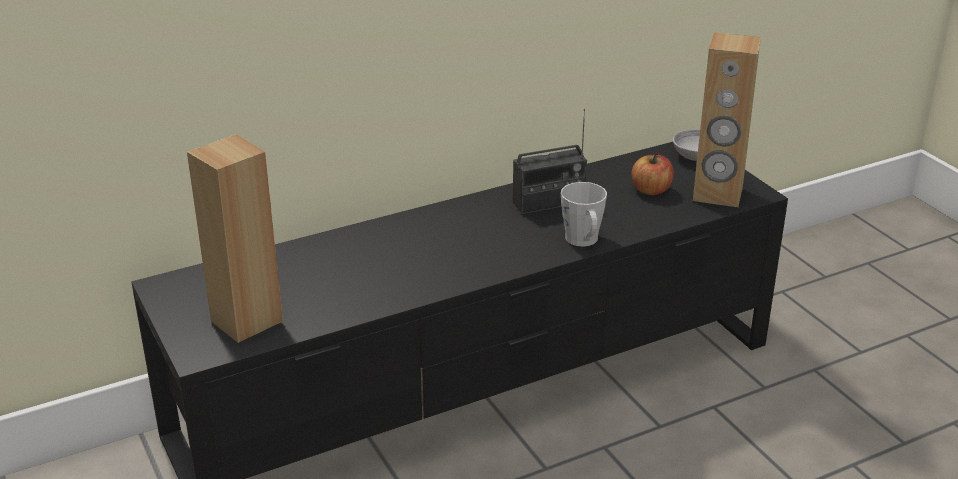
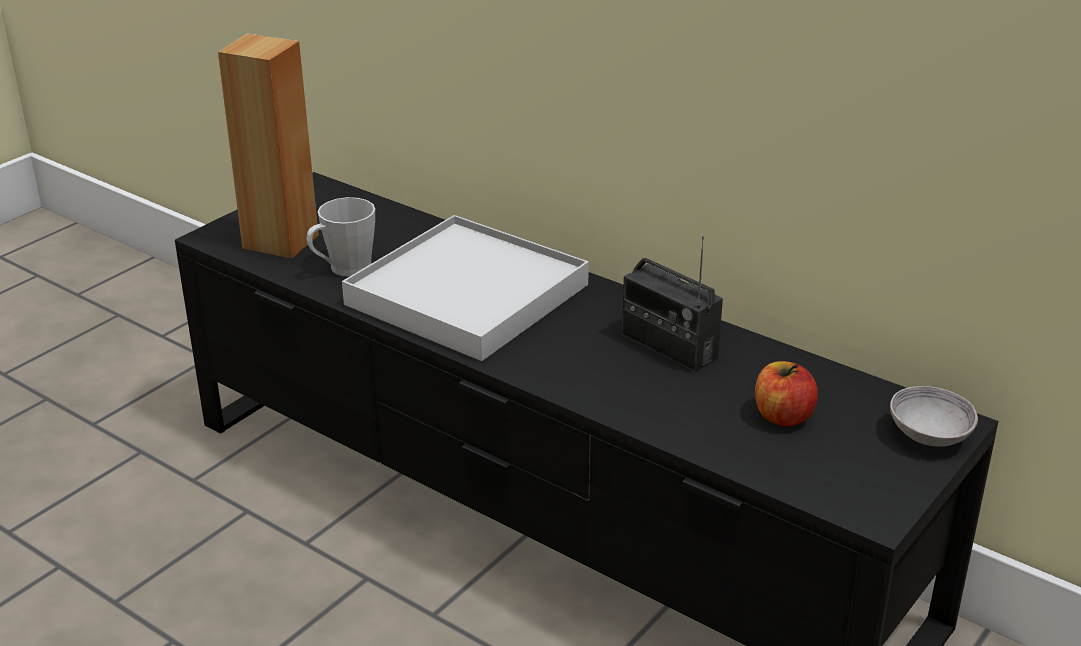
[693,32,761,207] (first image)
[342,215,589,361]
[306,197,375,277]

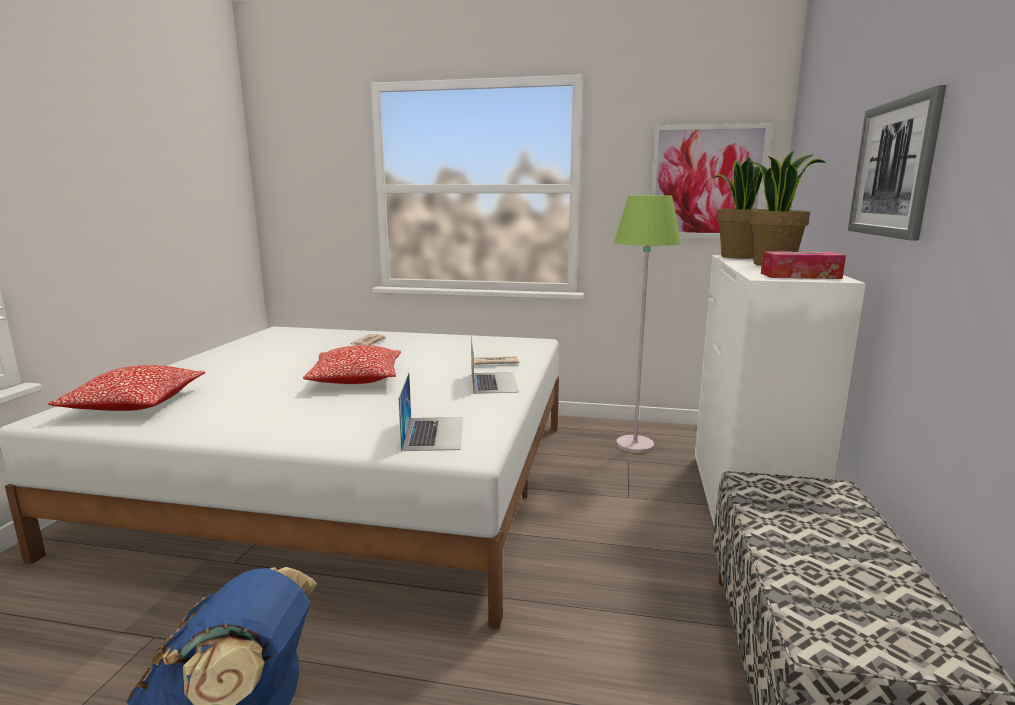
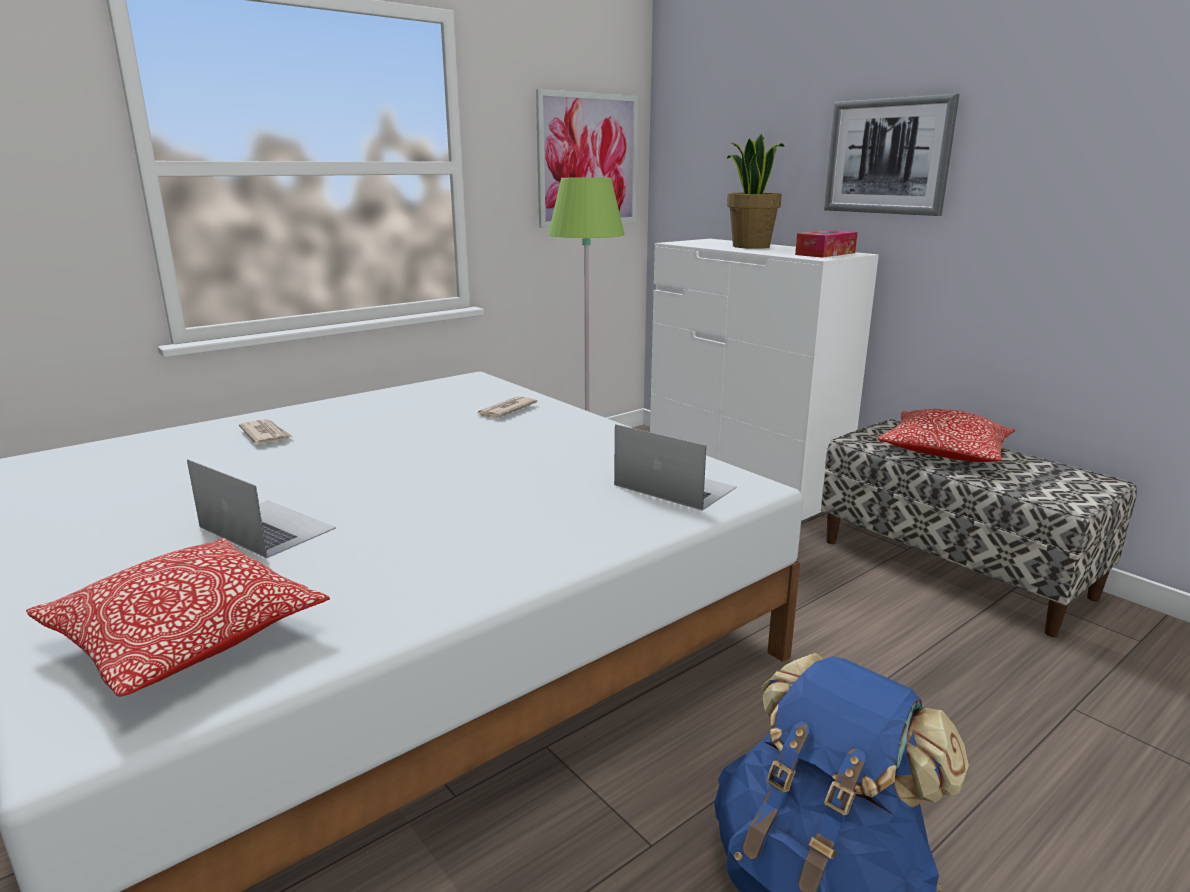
[713,156,768,259] (first image)
[877,409,1015,462]
[187,459,336,558]

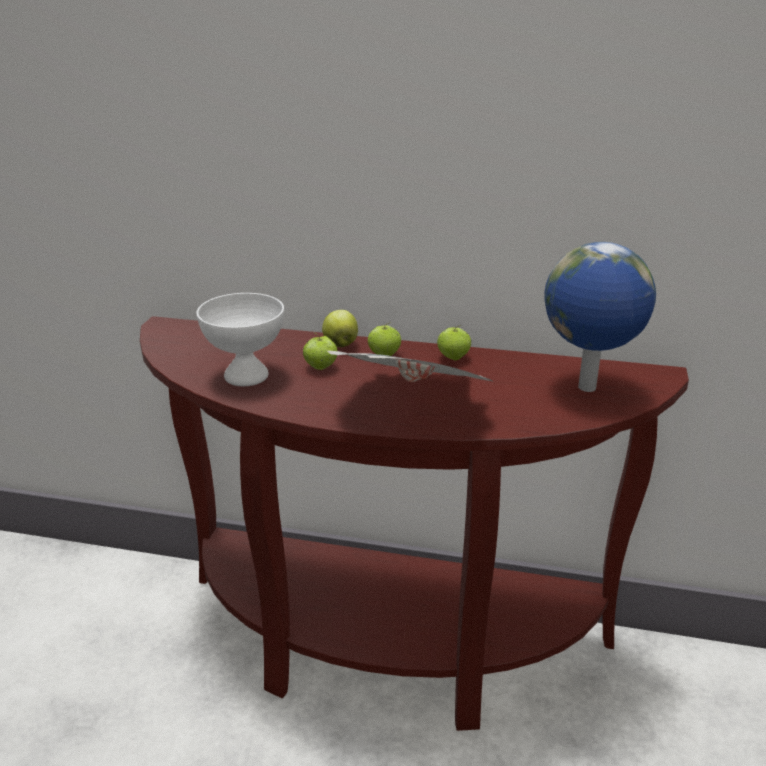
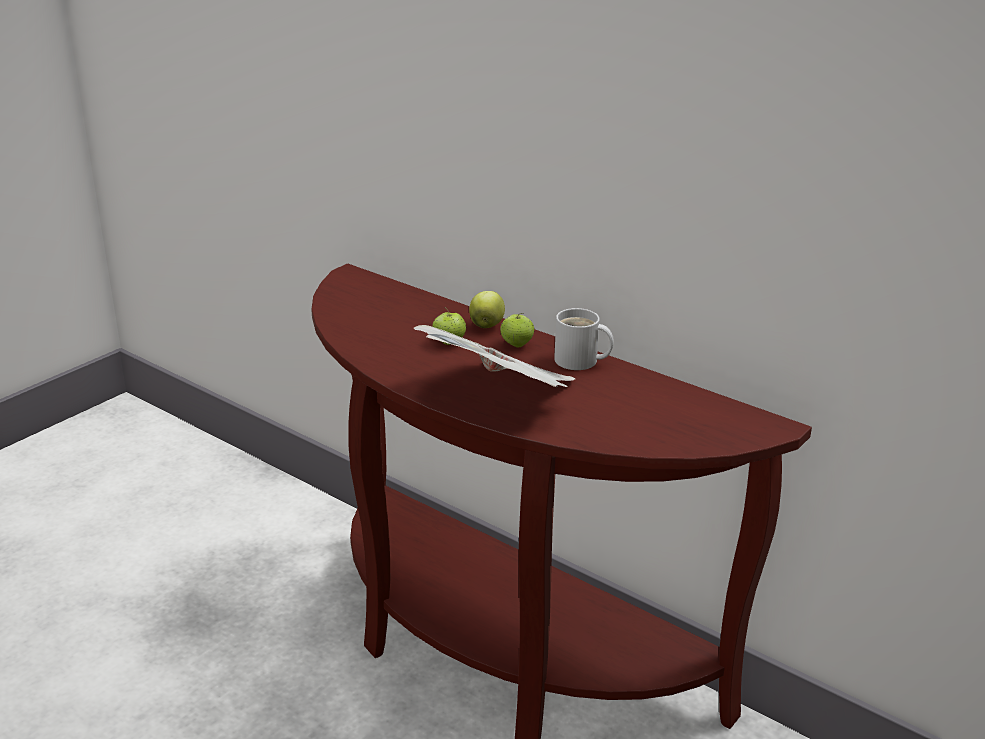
[196,293,284,386] (first image)
[544,242,656,392] (first image)
[554,308,614,370]

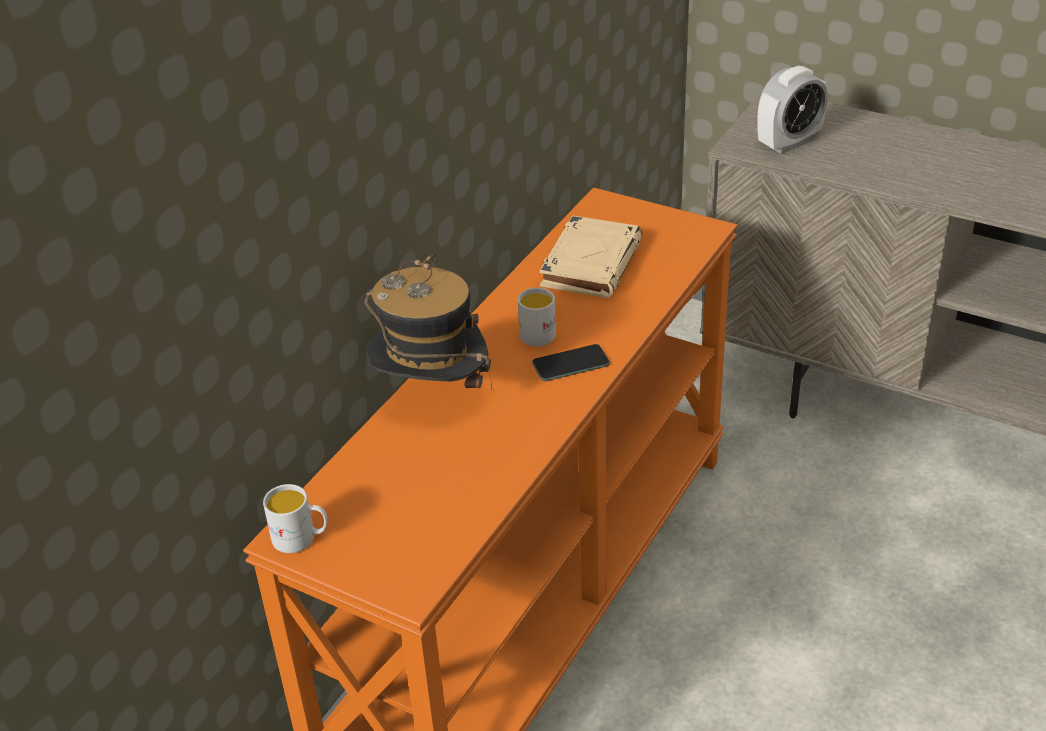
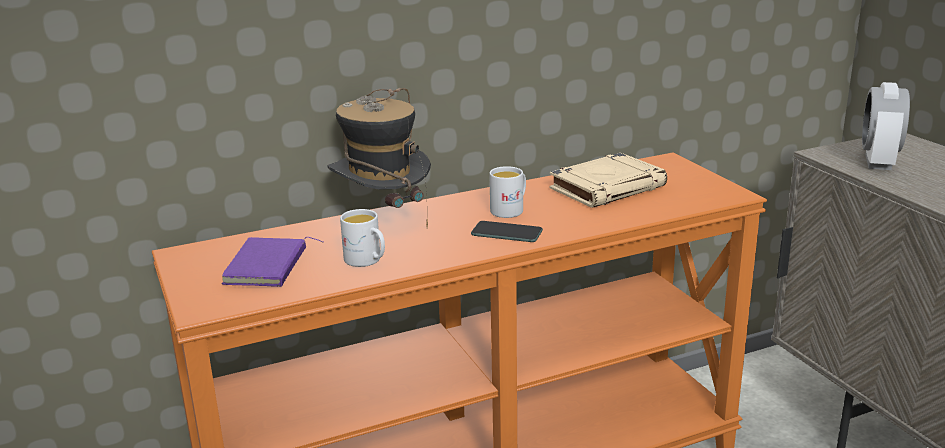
[222,237,323,287]
[340,209,385,267]
[862,82,910,170]

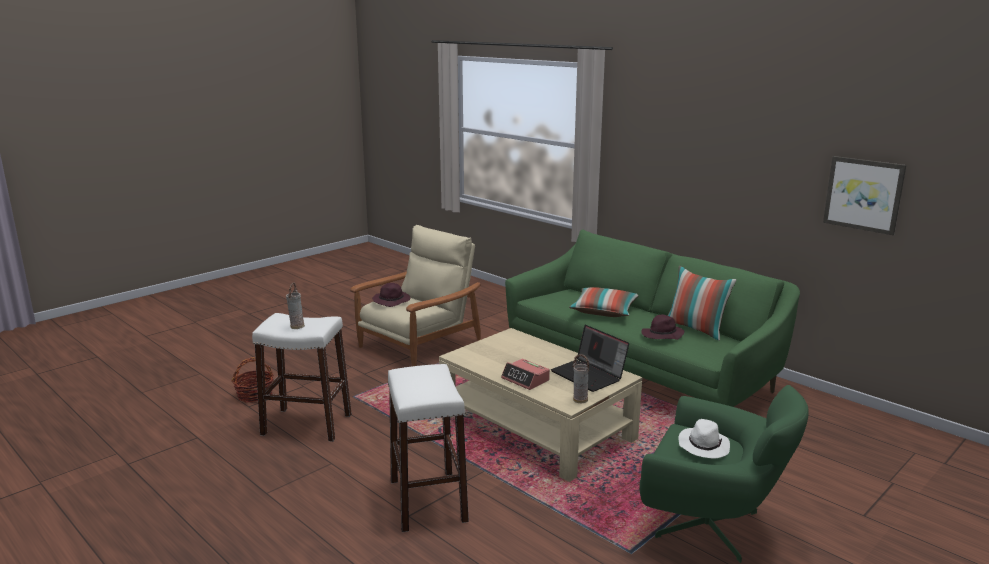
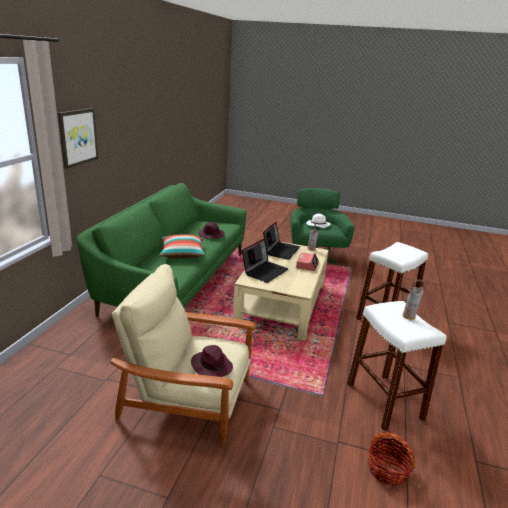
[667,266,737,341] (first image)
[242,238,289,283]
[58,108,98,169]

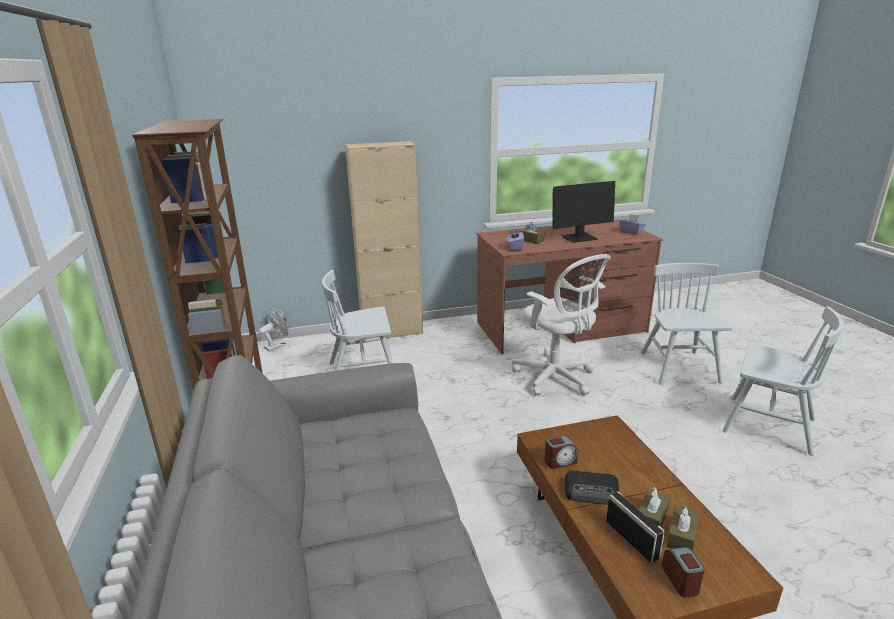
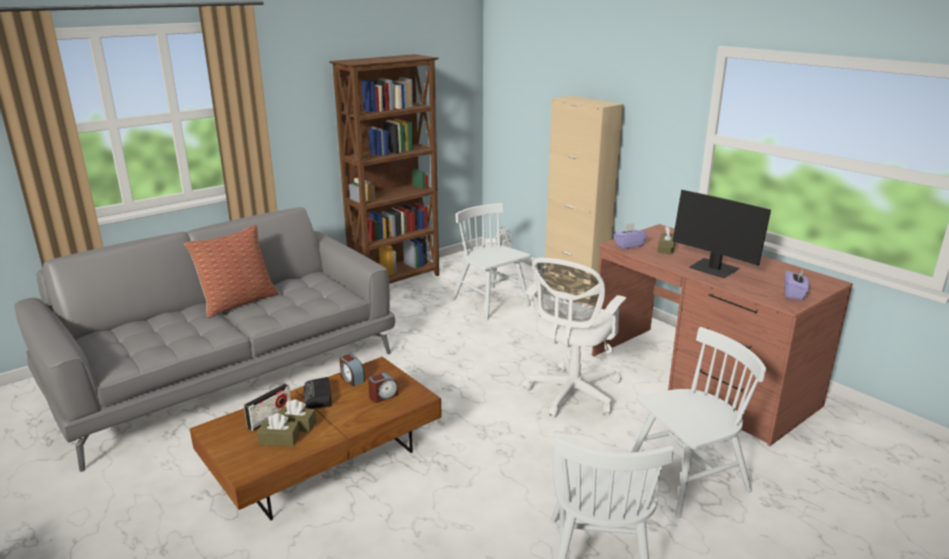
[184,225,278,318]
[368,373,398,403]

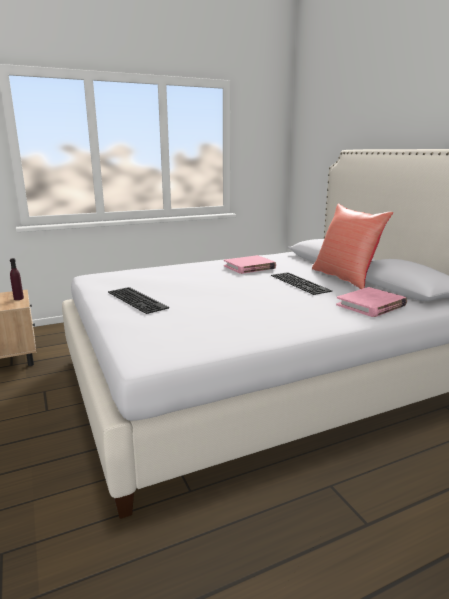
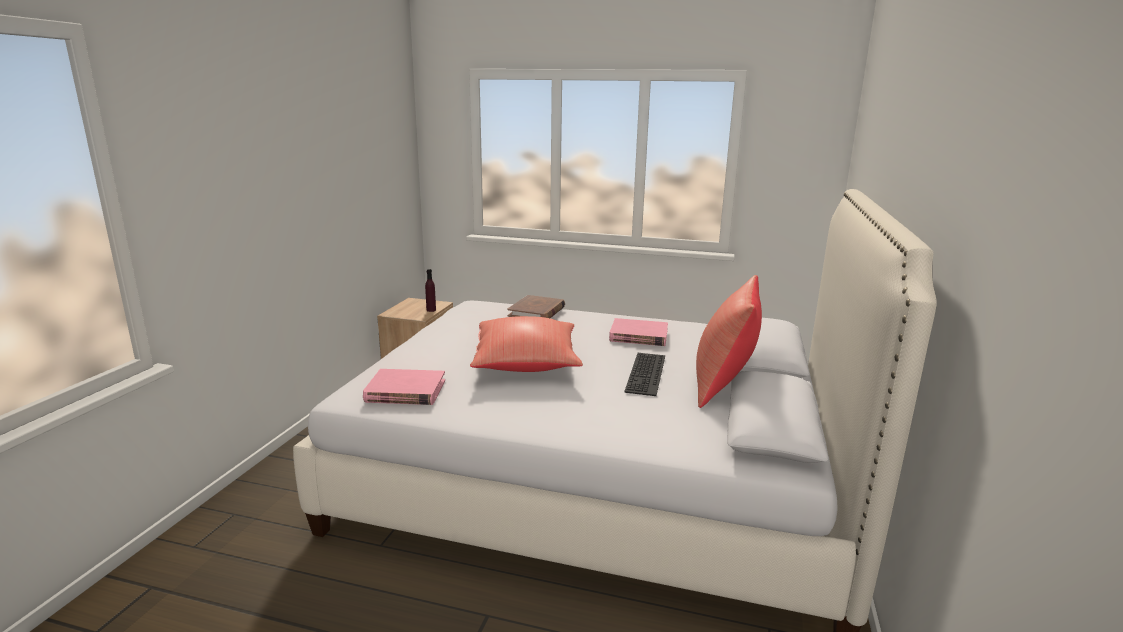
[108,287,169,314] (first image)
[470,316,583,372]
[507,295,565,318]
[363,369,445,405]

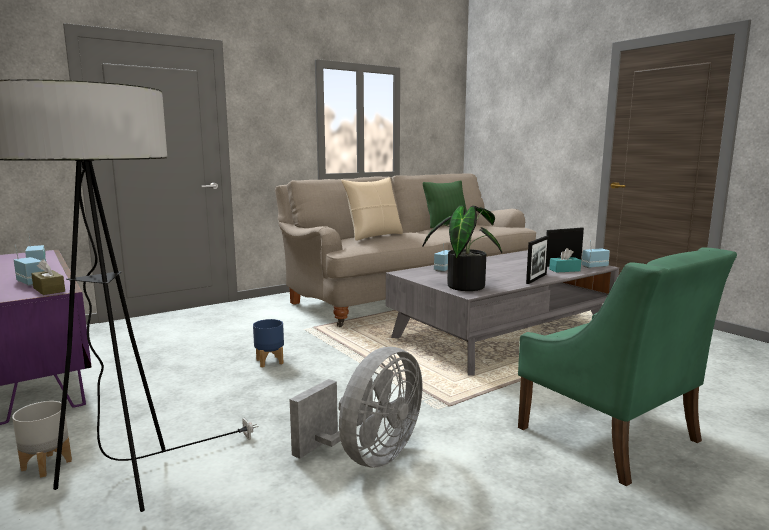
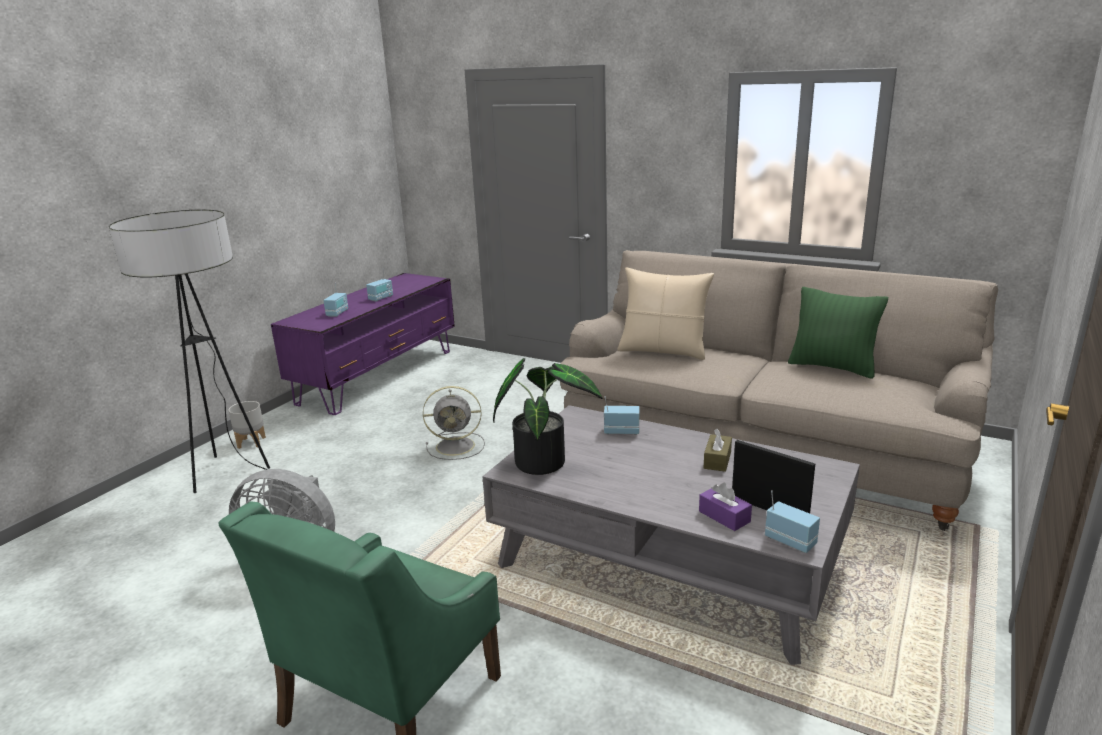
[526,236,549,284] (first image)
[704,429,732,472]
[423,386,485,460]
[699,483,752,531]

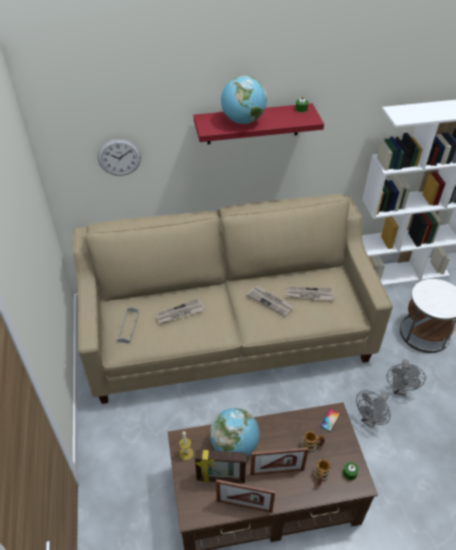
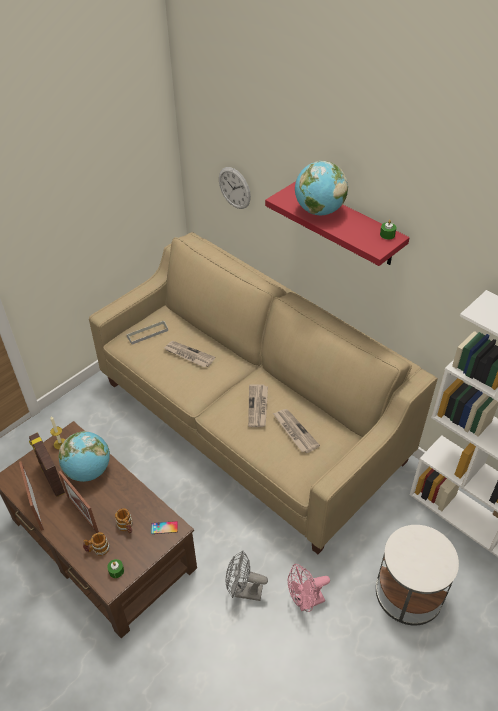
[288,564,330,612]

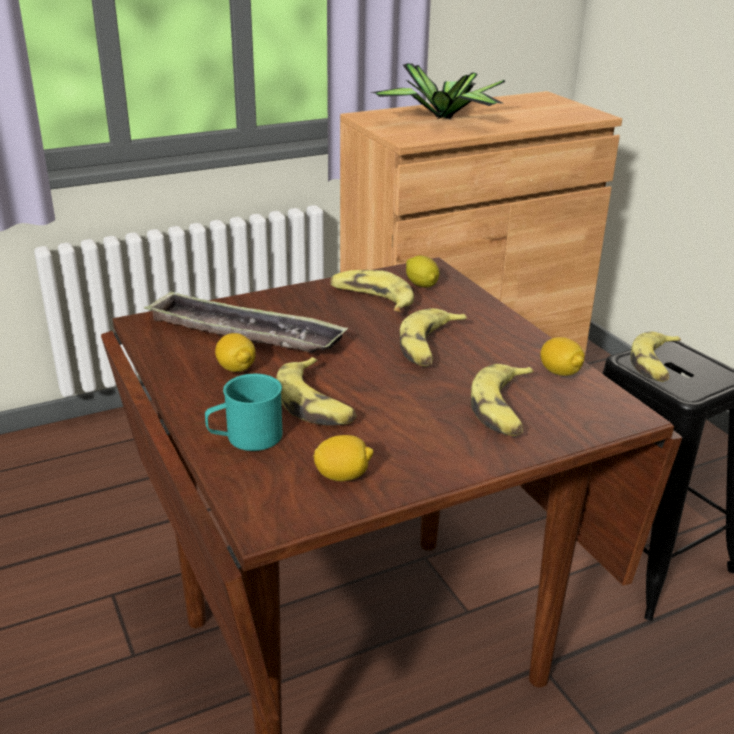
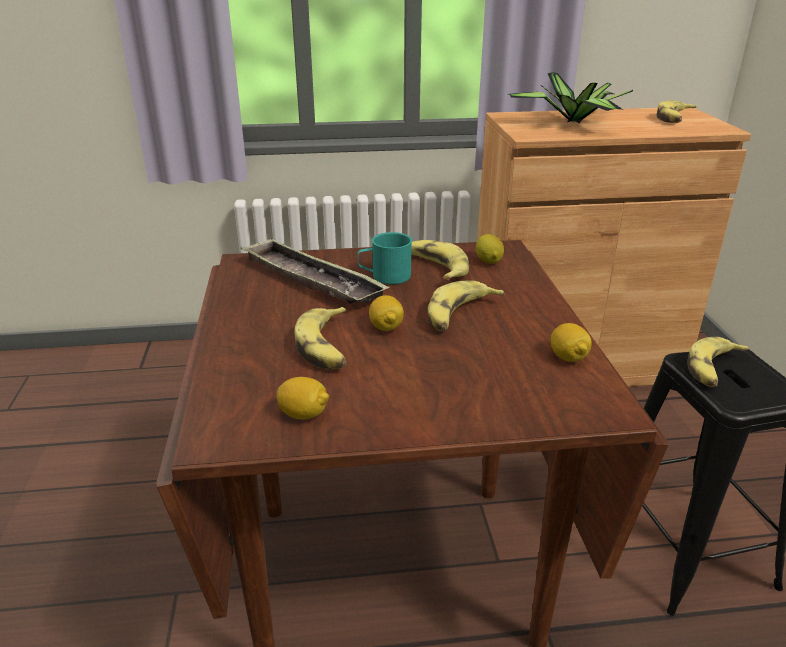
[358,232,412,284]
[369,295,404,331]
[657,100,697,123]

